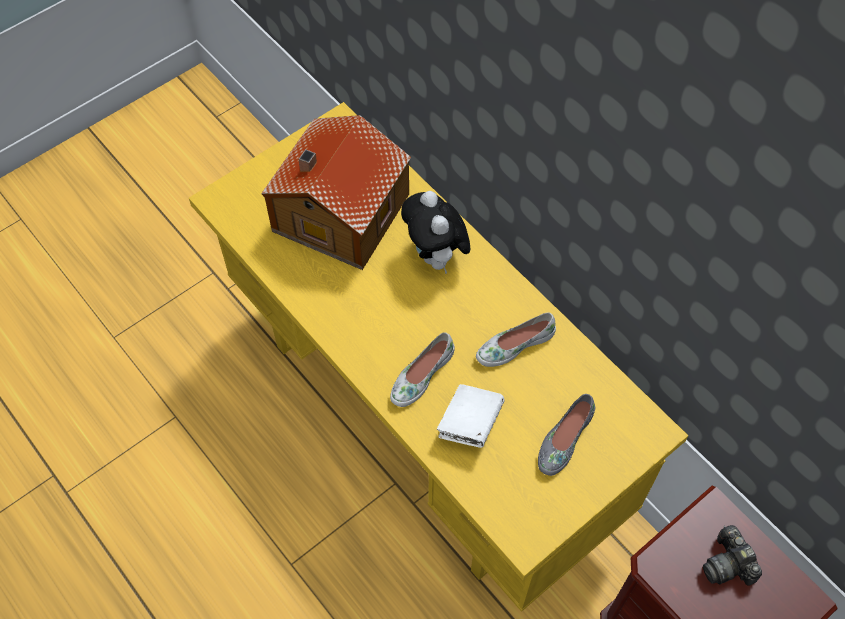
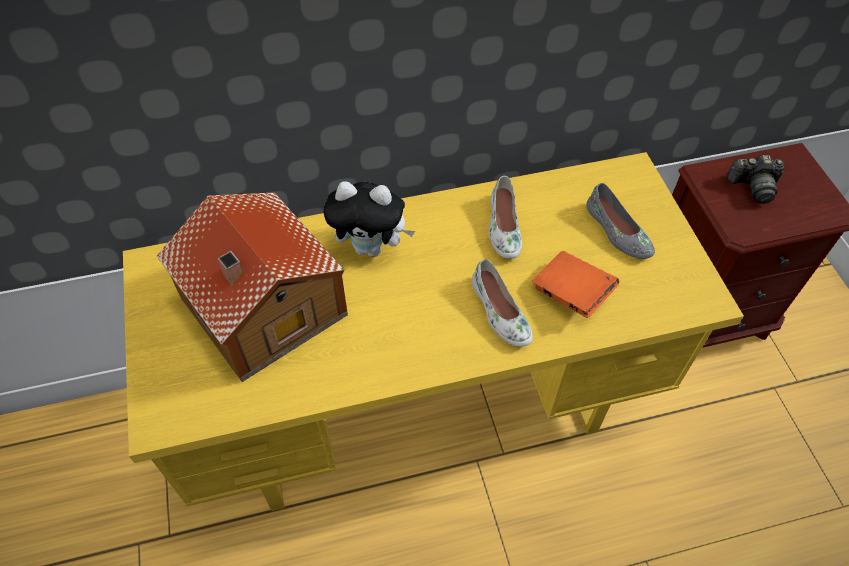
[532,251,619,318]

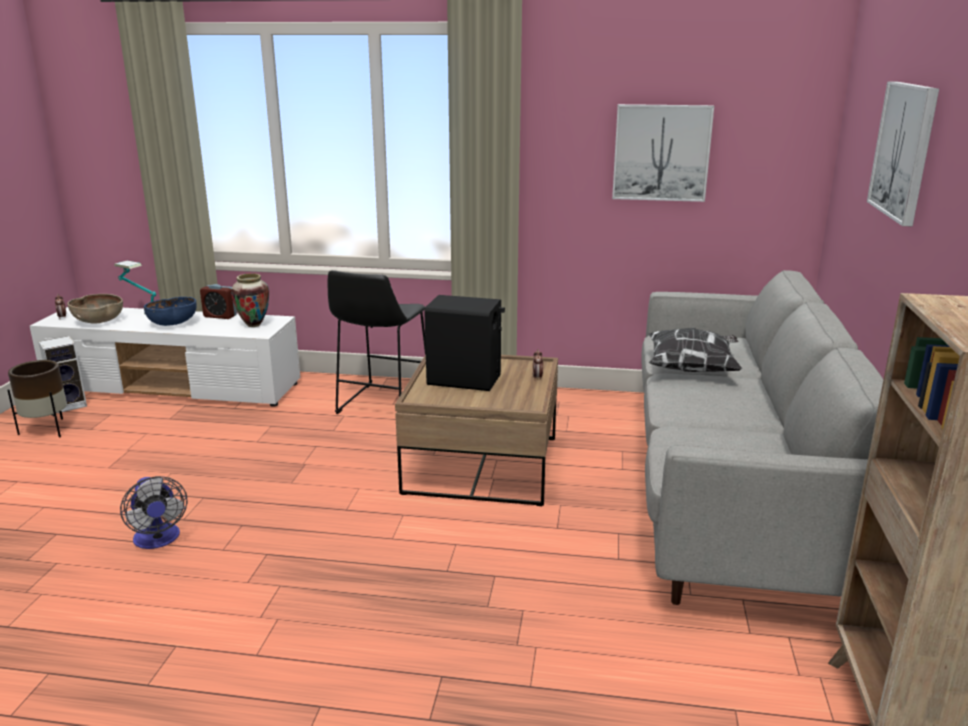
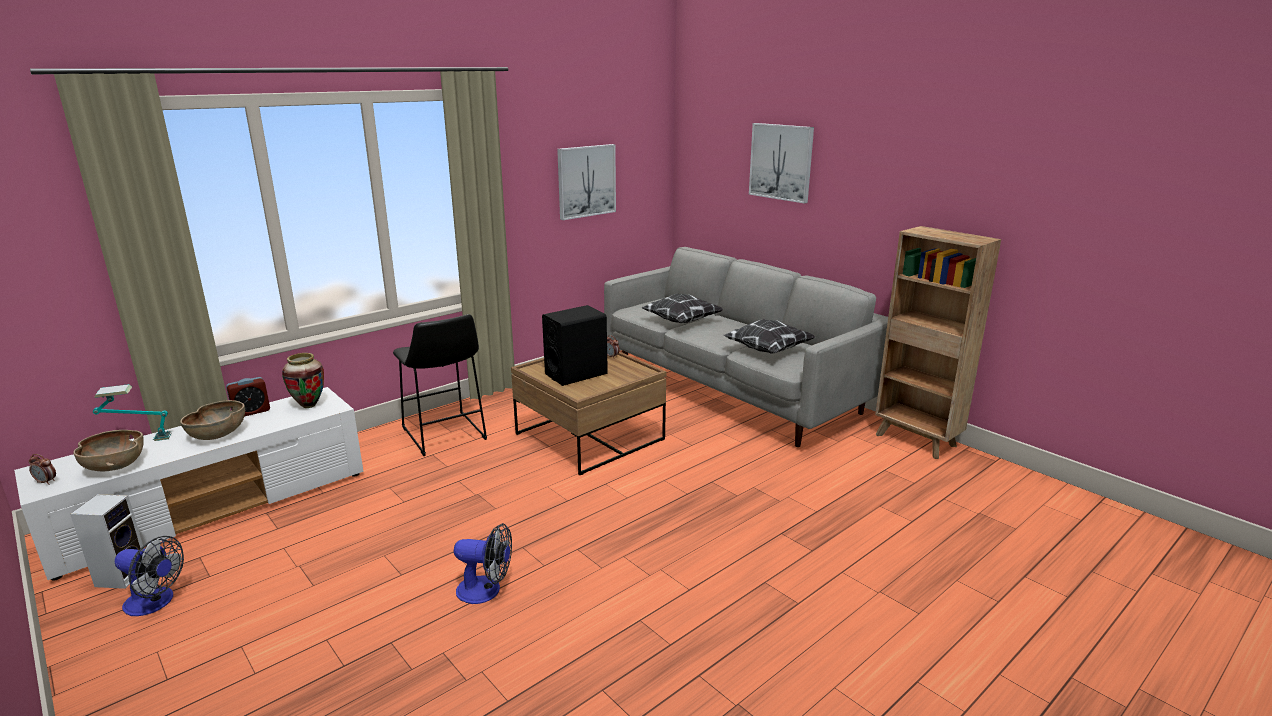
[723,319,815,354]
[115,536,184,616]
[180,400,245,440]

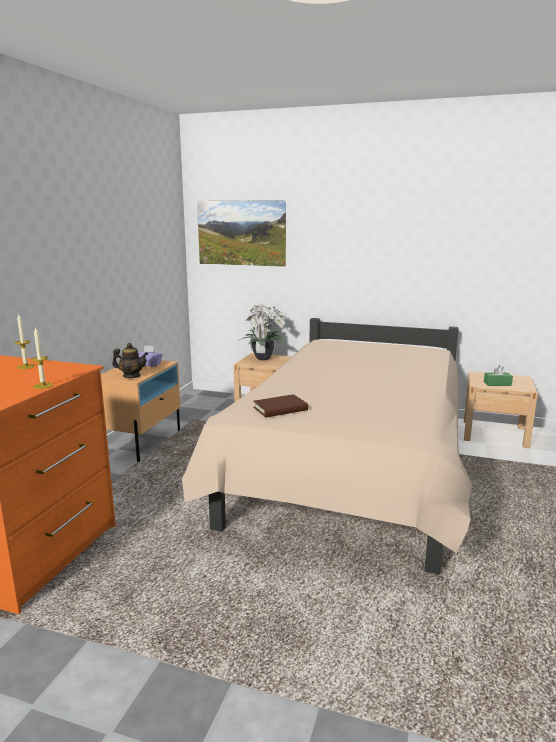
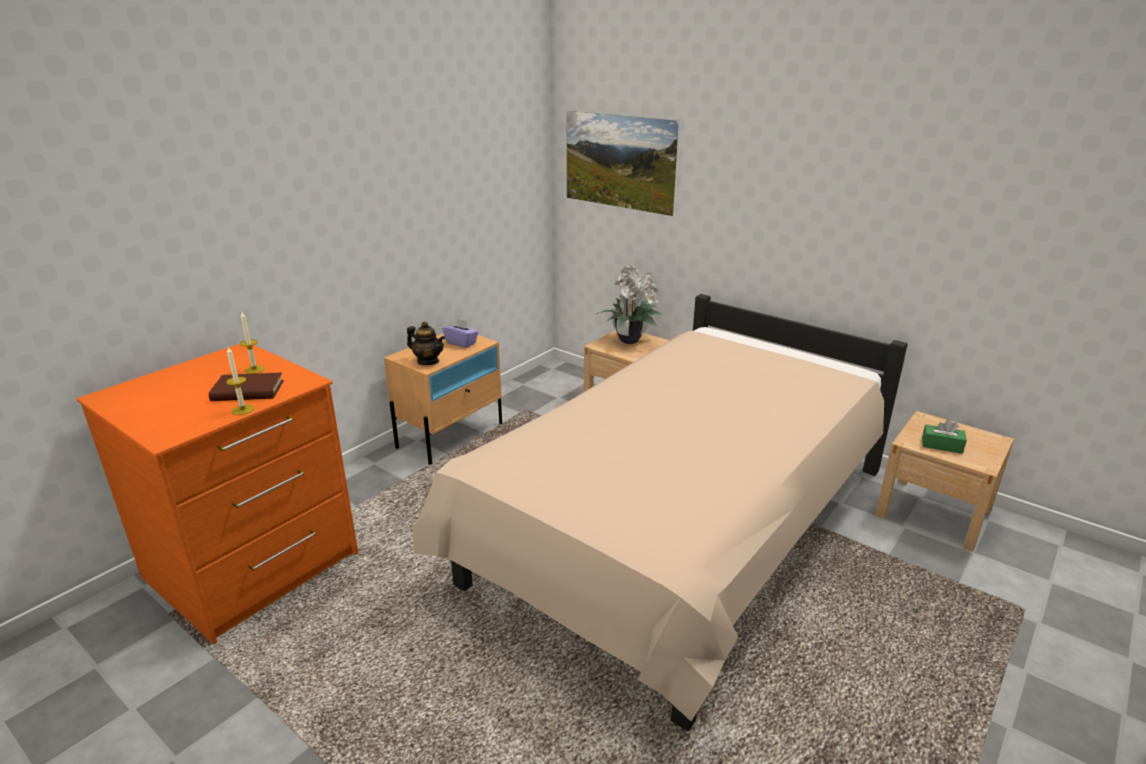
[209,372,284,401]

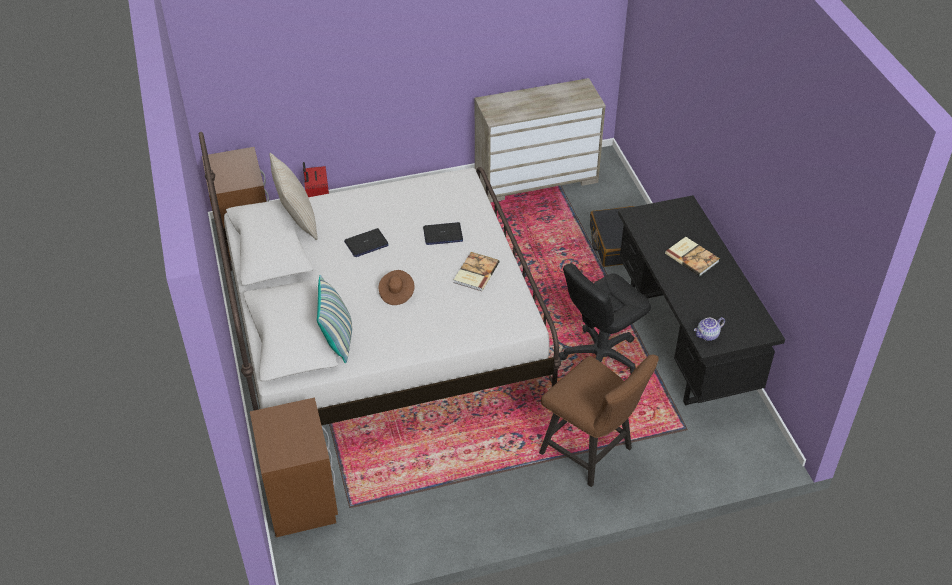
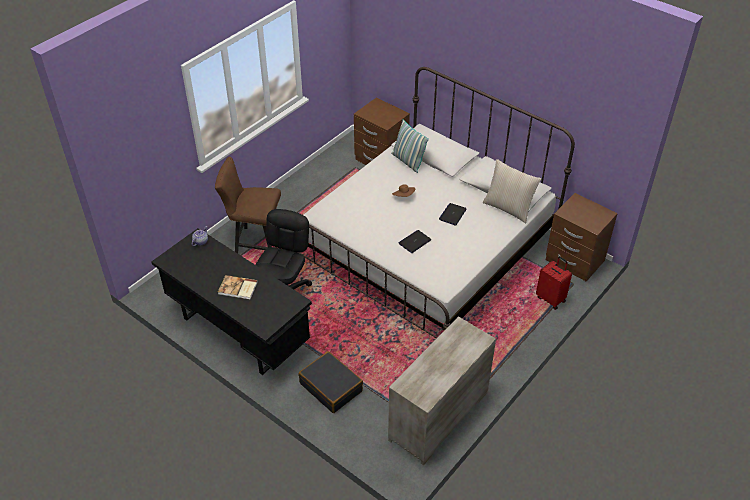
[454,252,499,291] (first image)

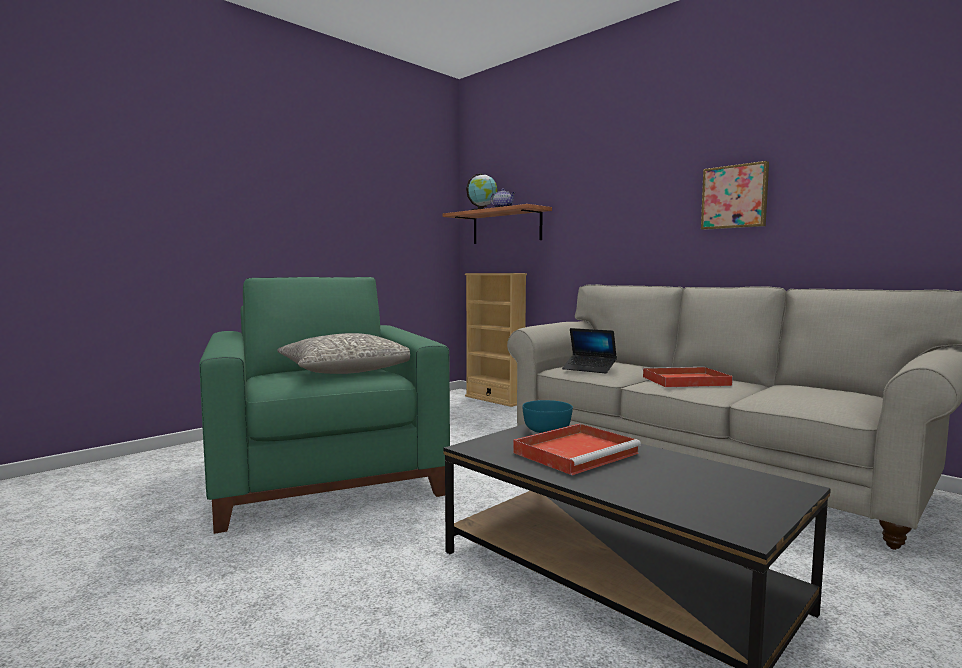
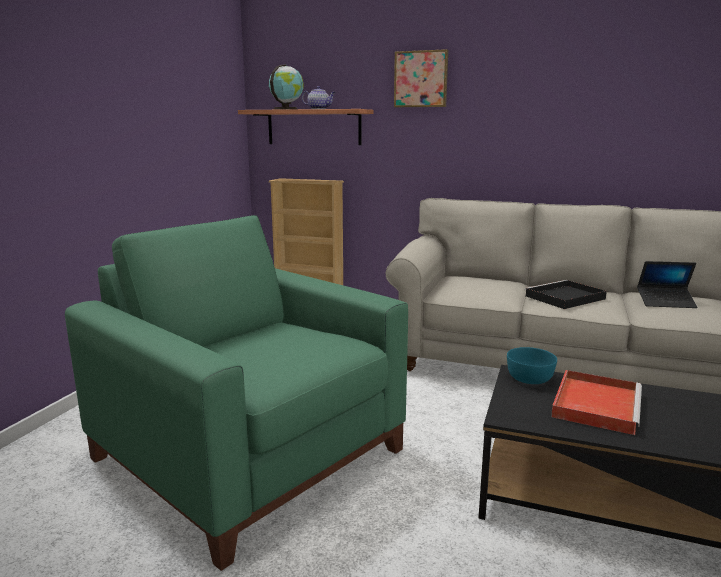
[277,333,410,374] (first image)
[637,261,698,308]
[394,49,448,107]
[525,280,607,309]

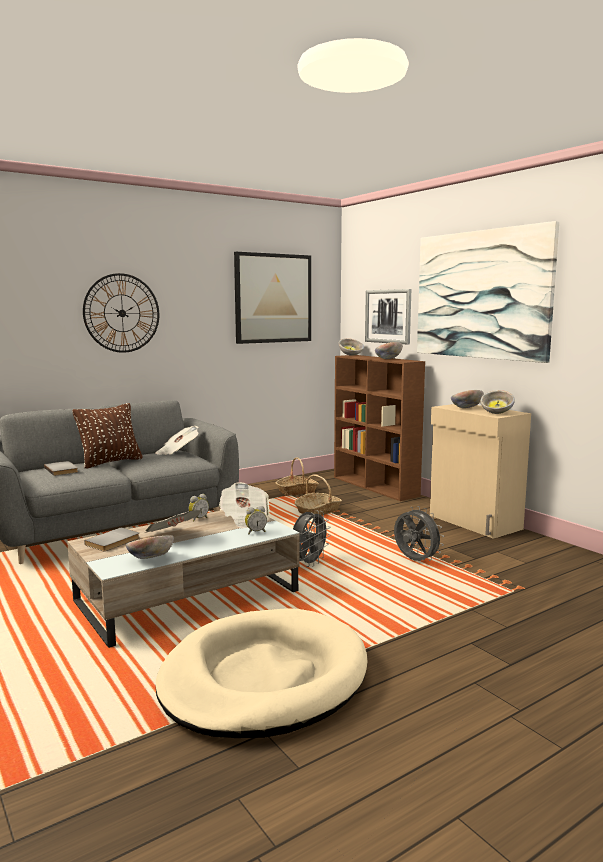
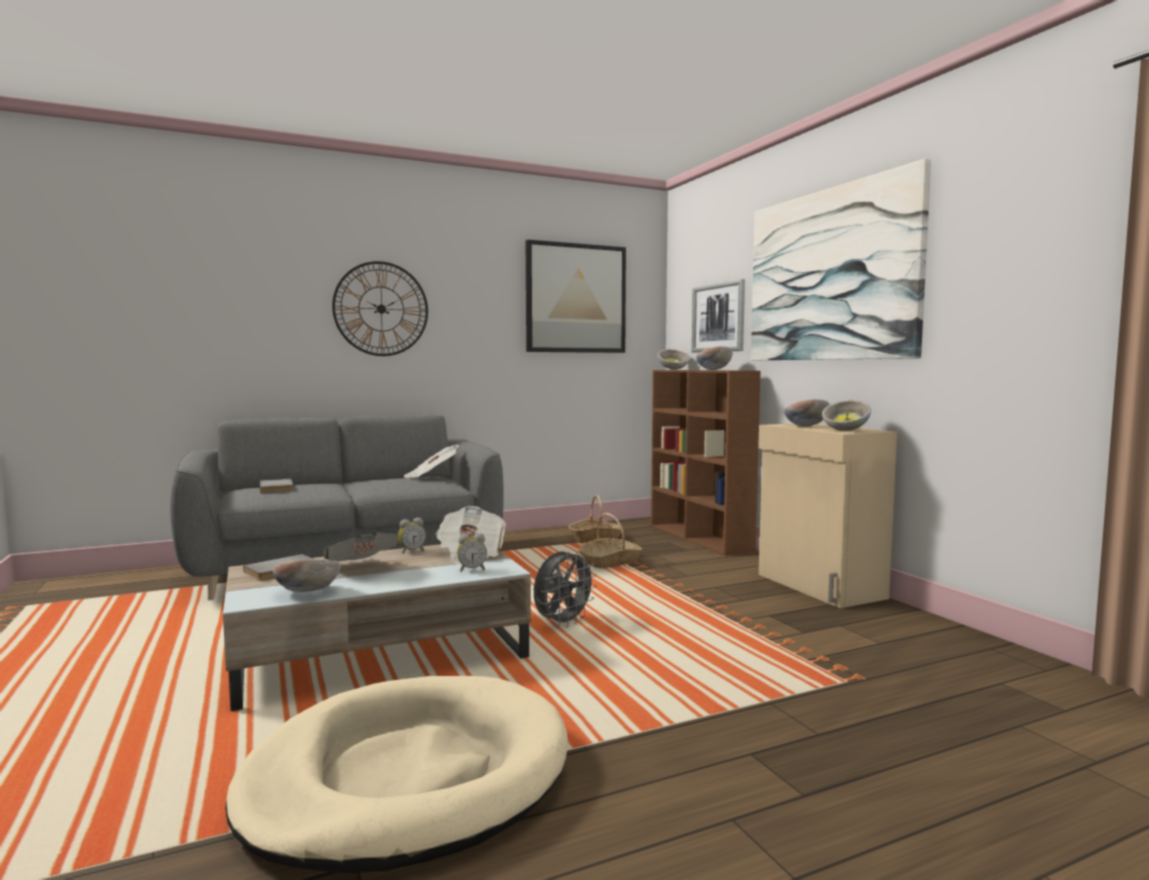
[73,403,143,469] (first image)
[394,506,444,561] (first image)

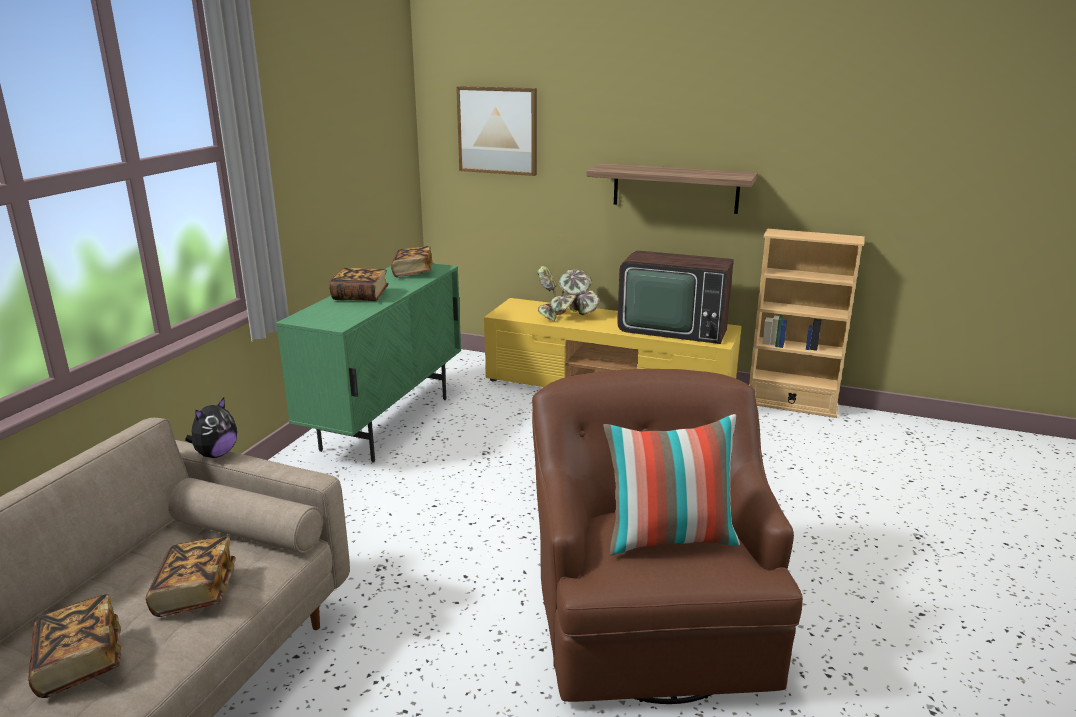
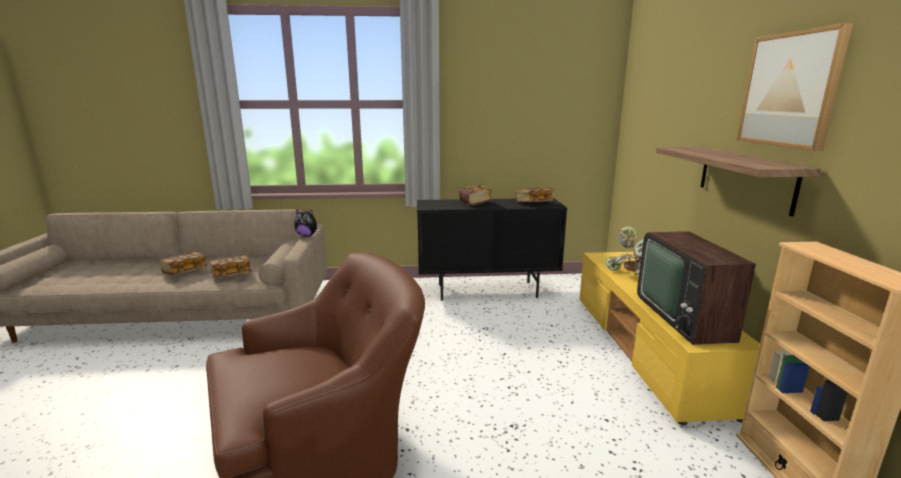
[603,414,740,555] (first image)
[737,23,853,151]
[417,198,567,301]

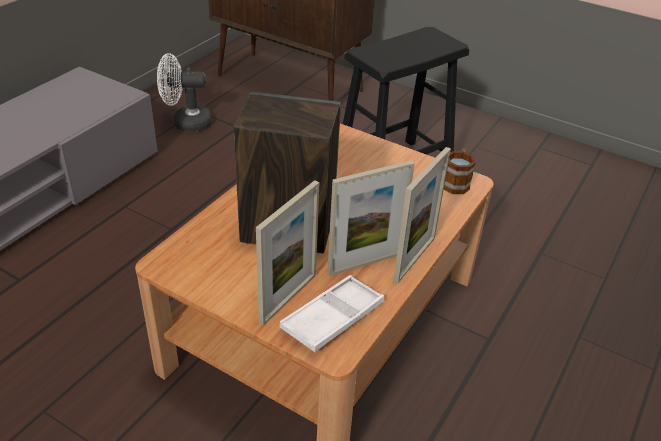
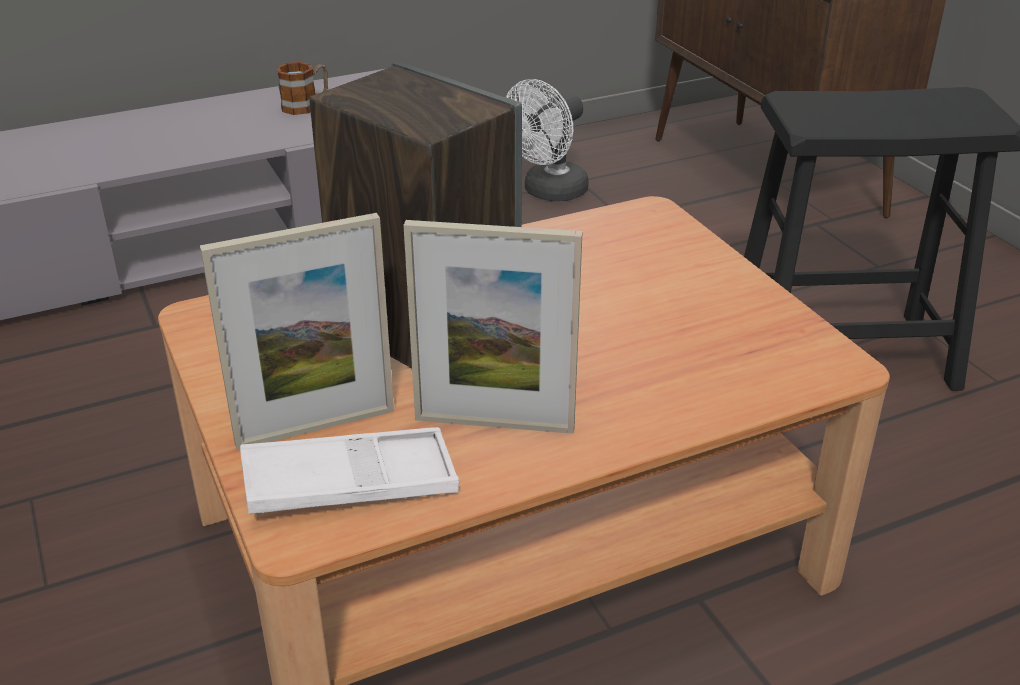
[393,147,451,283] (first image)
[276,62,328,115]
[506,79,589,202]

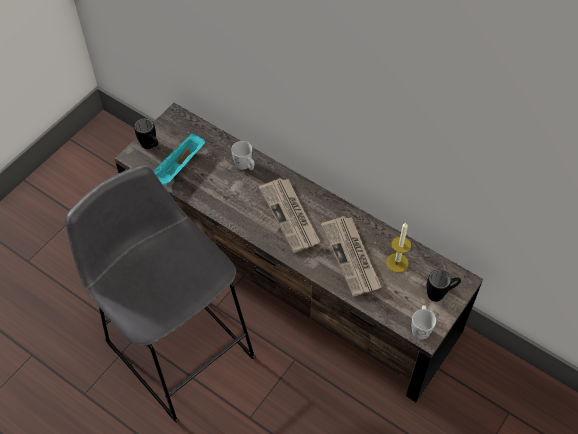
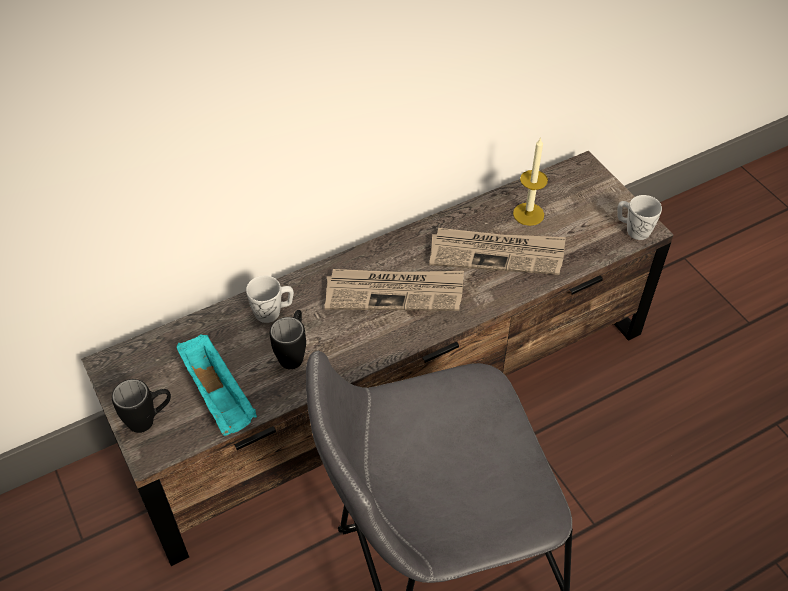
[270,310,306,369]

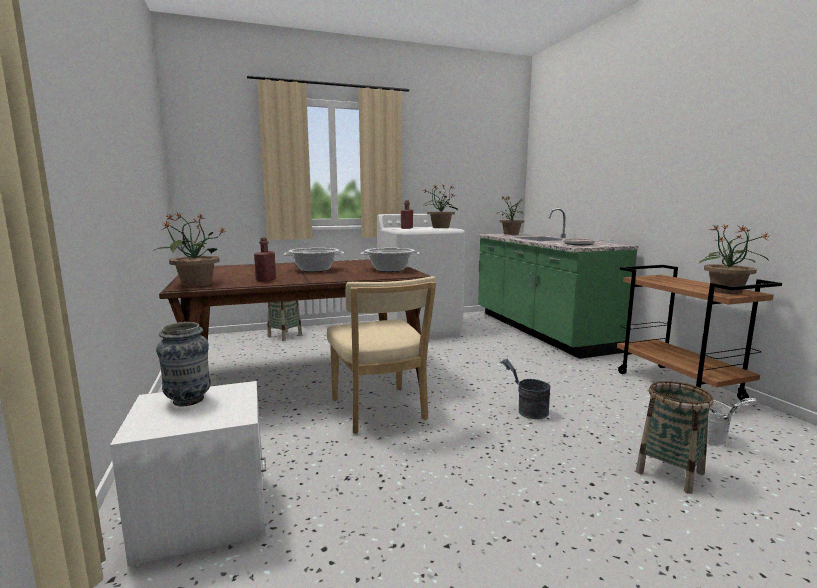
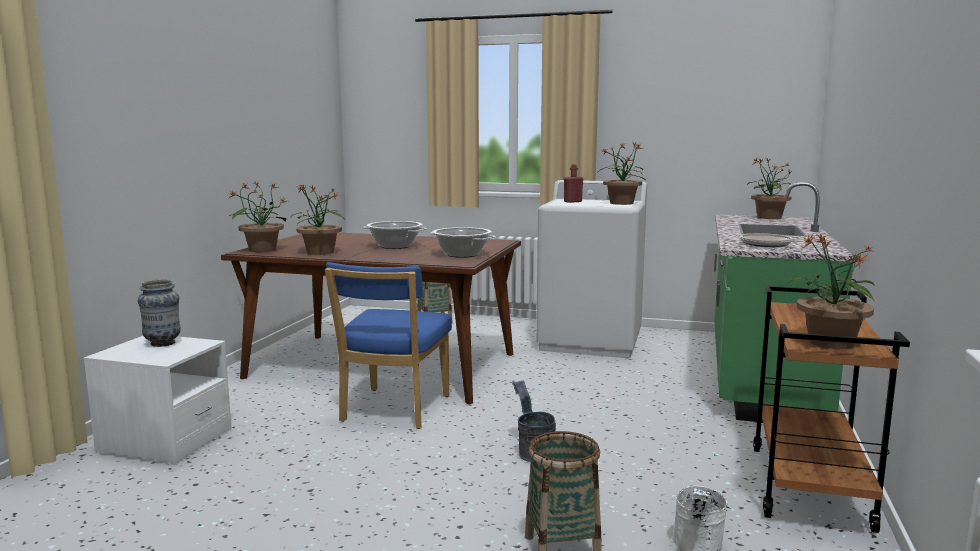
[290,184,345,255]
[325,262,452,429]

